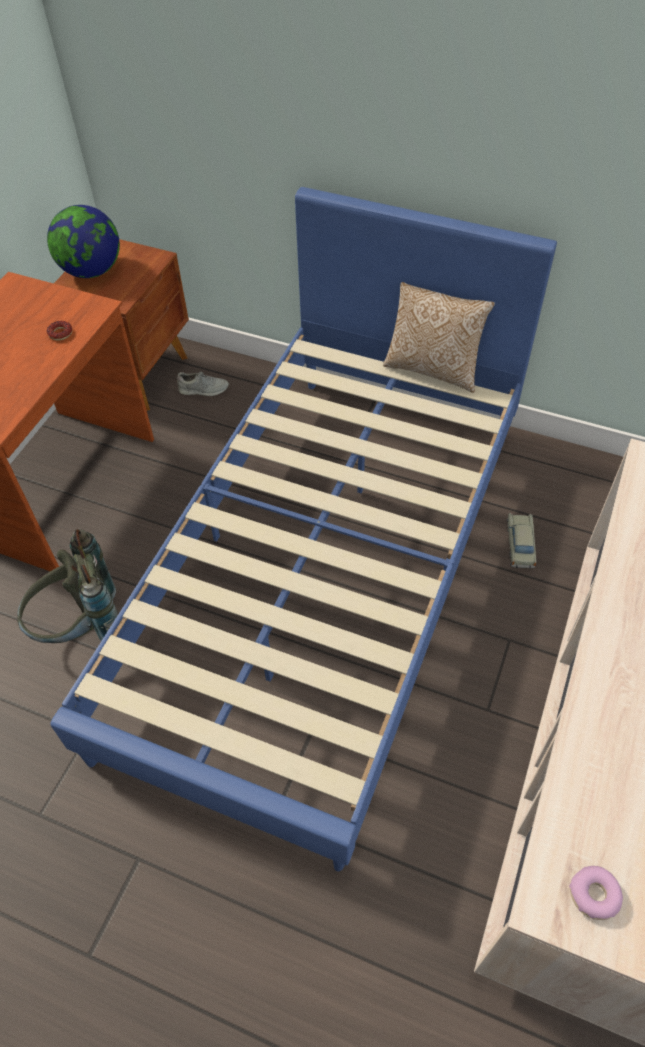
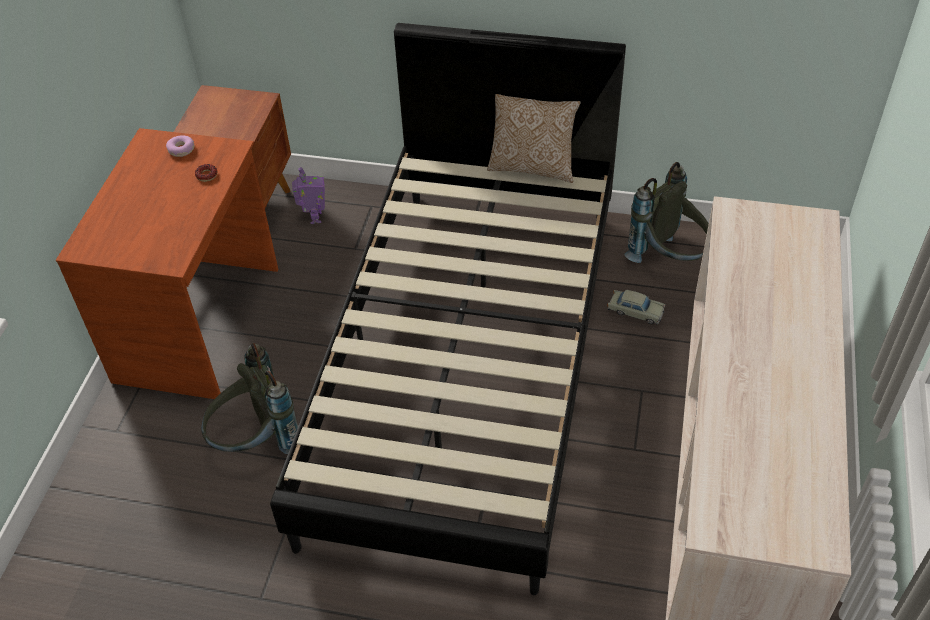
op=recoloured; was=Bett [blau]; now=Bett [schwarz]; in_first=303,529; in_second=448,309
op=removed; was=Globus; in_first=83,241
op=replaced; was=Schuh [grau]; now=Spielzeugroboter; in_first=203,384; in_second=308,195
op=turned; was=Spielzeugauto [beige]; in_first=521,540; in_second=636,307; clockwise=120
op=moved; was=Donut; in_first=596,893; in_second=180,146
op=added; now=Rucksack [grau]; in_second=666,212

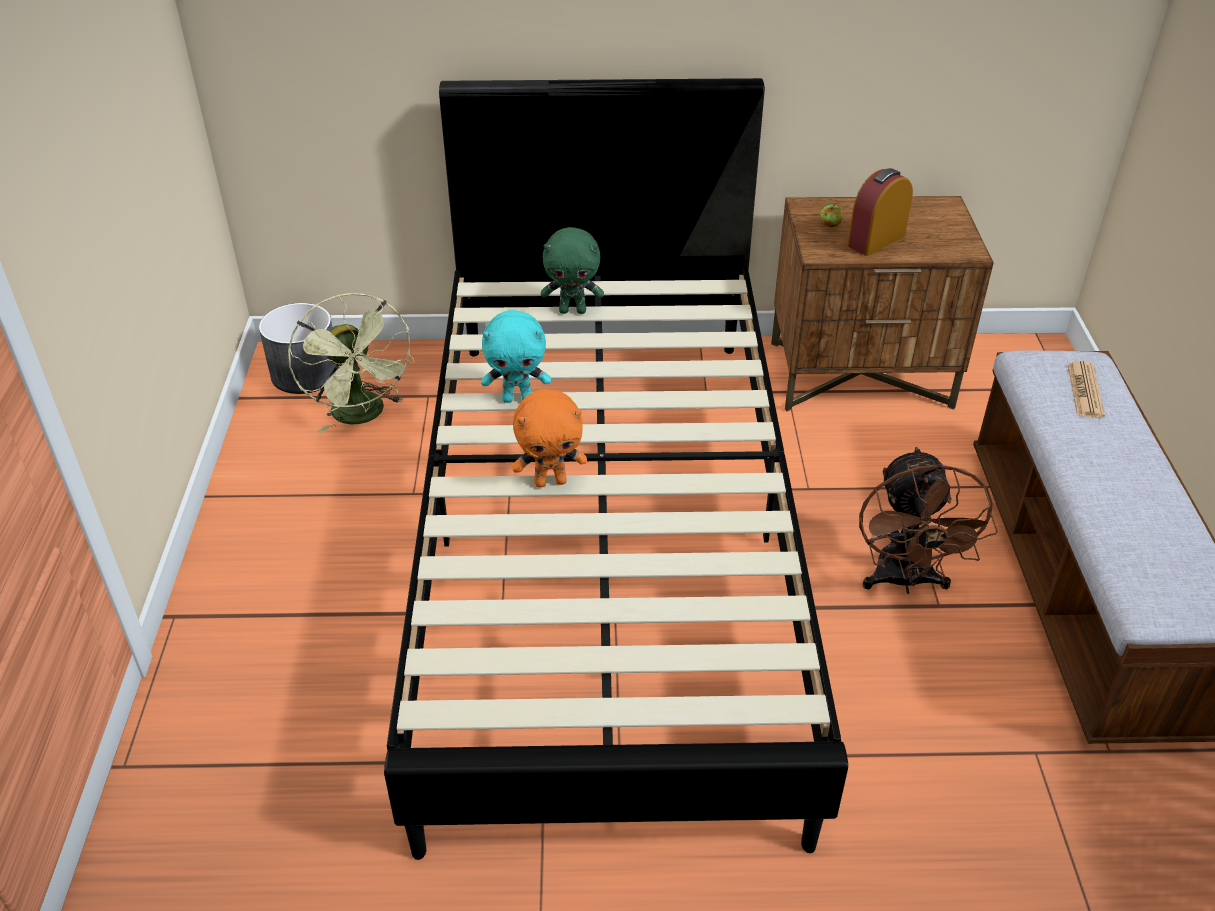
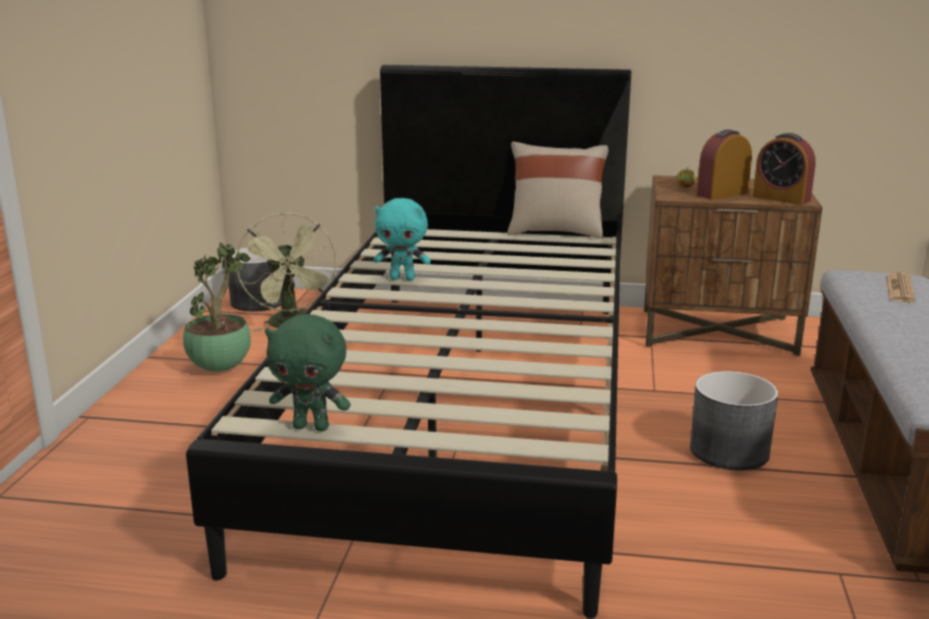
op=moved; was=Plüschtier [grün]; in_first=572,270; in_second=308,372
op=removed; was=Plüschtier [orange]; in_first=549,438
op=replaced; was=Ventilator [braun]; now=Pflanzkübel [grau]; in_first=928,520; in_second=734,420
op=added; now=Wecker; in_second=784,169
op=added; now=Kissen [beige]; in_second=558,190
op=added; now=Topfpflanze; in_second=217,307

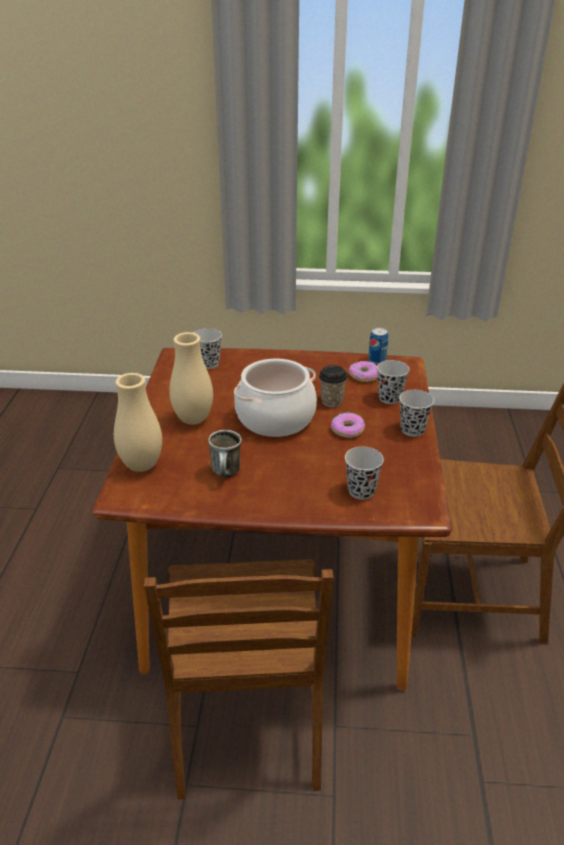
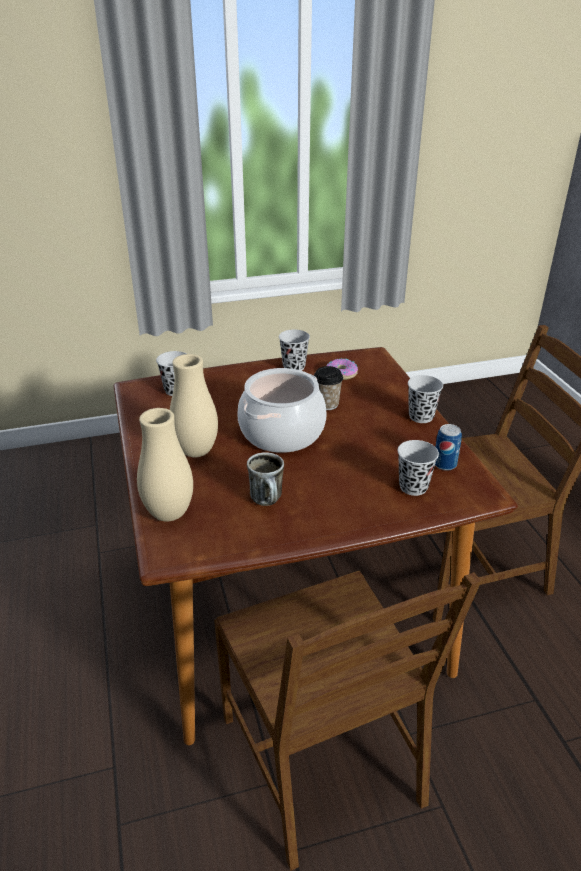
op=moved; was=Dose; in_first=378,346; in_second=448,447
op=moved; was=Tasse [schwarz]; in_first=393,382; in_second=294,350
op=removed; was=Donut; in_first=348,425

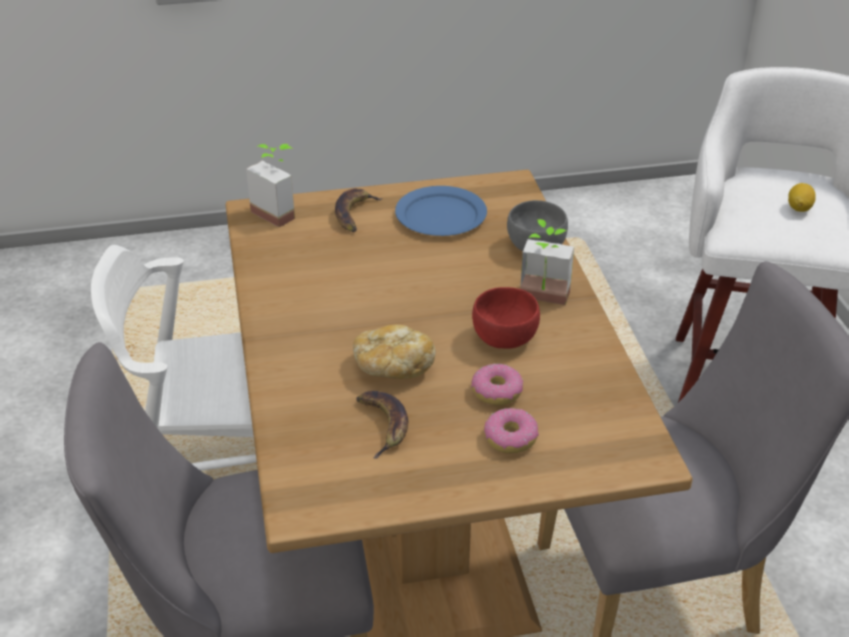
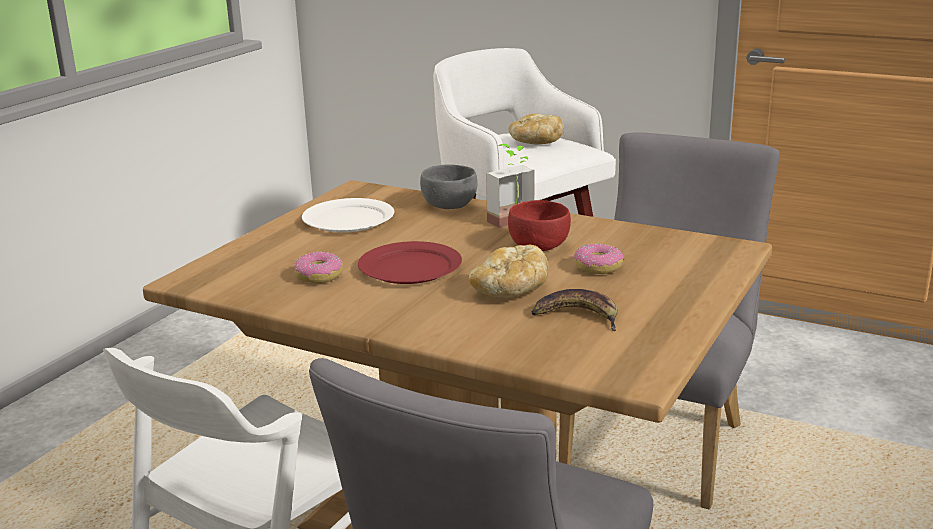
op=removed; was=Topfpflanze; in_first=270,185
op=replaced; was=Zitrone; now=Brot; in_first=802,197; in_second=536,129
op=recoloured; was=Teller [blau]; now=Teller [weiß]; in_first=441,211; in_second=348,215
op=removed; was=Banane; in_first=359,210
op=moved; was=Donut; in_first=511,430; in_second=318,267
op=added; now=Teller [rot]; in_second=410,262

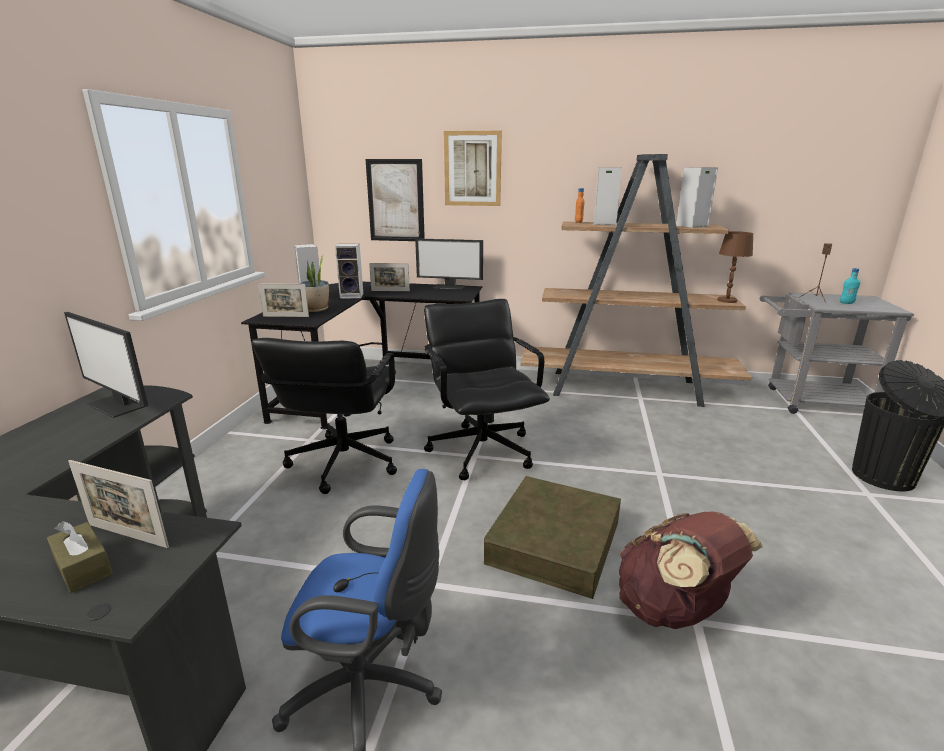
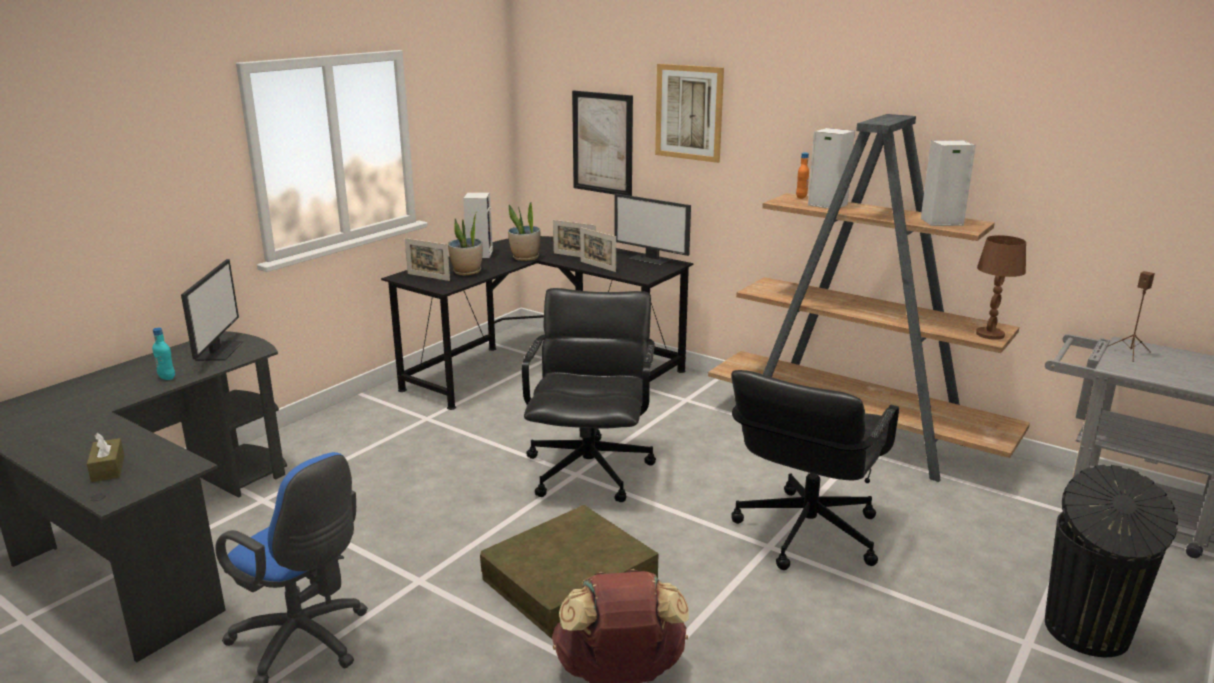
op=replaced; was=Lautsprecher; now=Topfpflanze; in_first=349,271; in_second=524,231
op=moved; was=Flasche [türkis]; in_first=850,286; in_second=163,353
op=turned; was=Monitor; in_first=106,365; in_second=212,310; clockwise=-150
op=moved; was=Bürostuhl [schwarz]; in_first=324,416; in_second=815,470
op=moved; was=Bilderrahmen; in_first=118,504; in_second=598,249

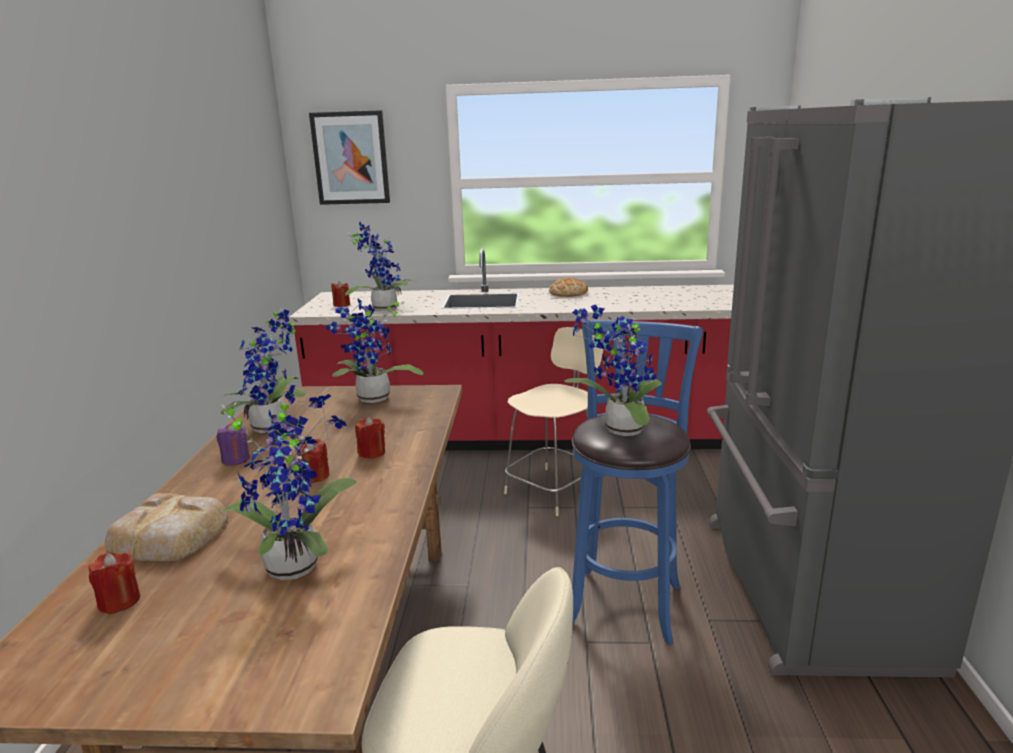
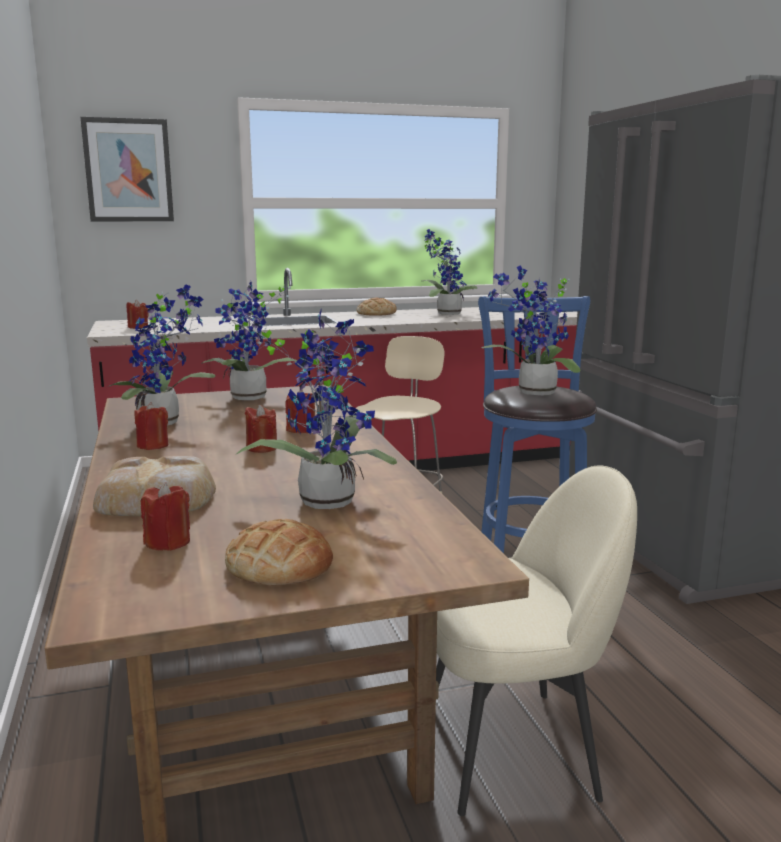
op=moved; was=Topfpflanze; in_first=380,266; in_second=450,272
op=recoloured; was=Kerze [lila]; now=Kerze [rot]; in_first=233,445; in_second=151,426
op=added; now=Brot; in_second=279,552

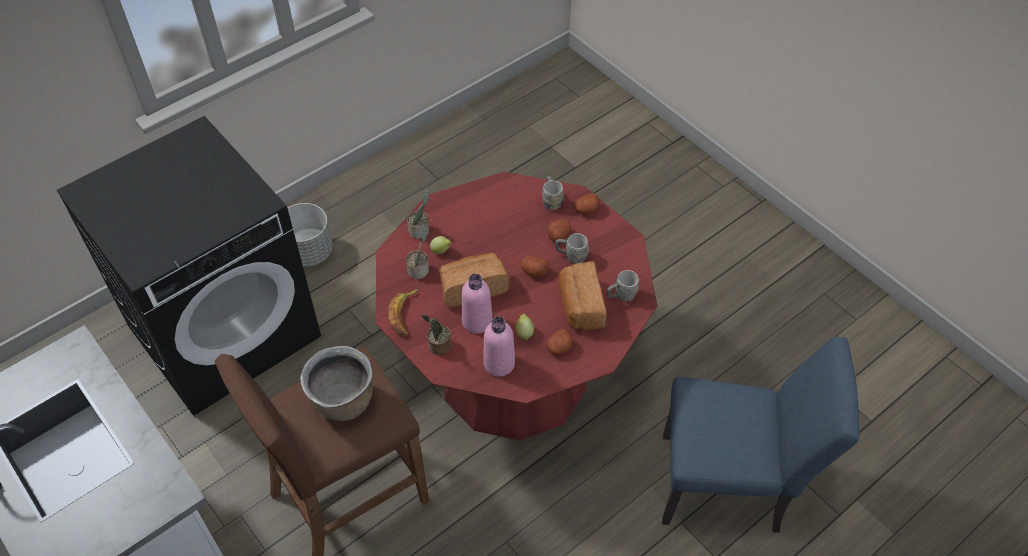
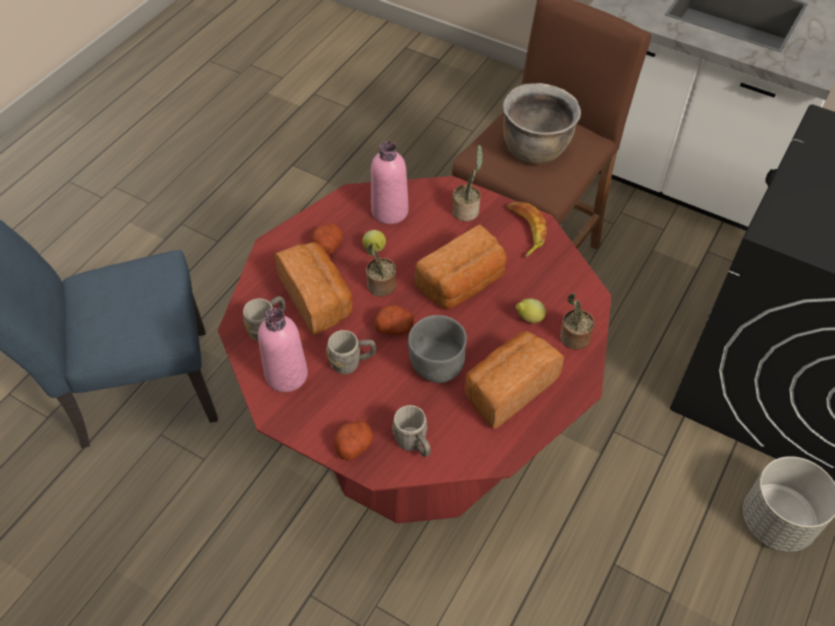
op=removed; was=Kartoffel; in_first=559,231
op=moved; was=Topfpflanze; in_first=417,251; in_second=381,270
op=moved; was=Flasche [rosa]; in_first=477,304; in_second=283,350
op=added; now=Schüssel [grau]; in_second=437,349
op=added; now=Brot; in_second=514,380

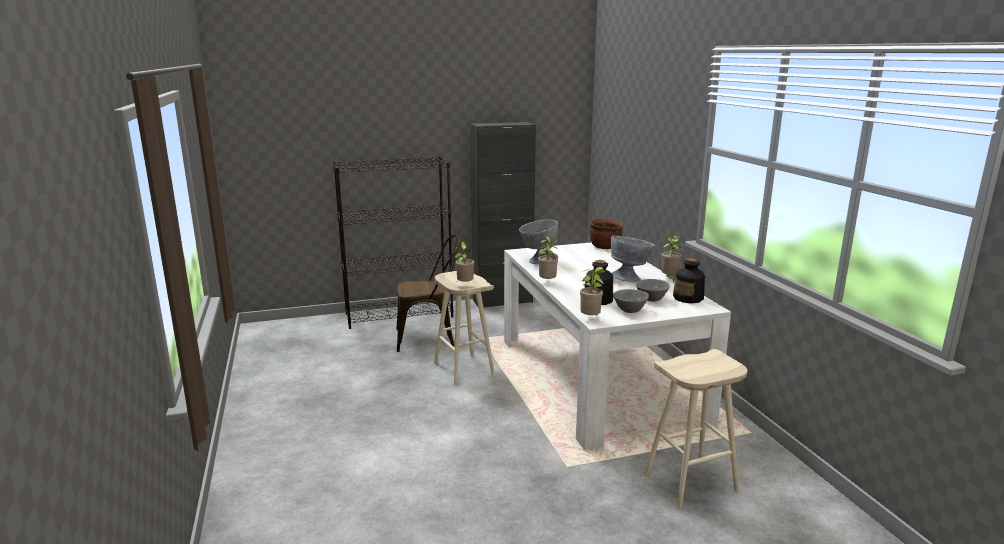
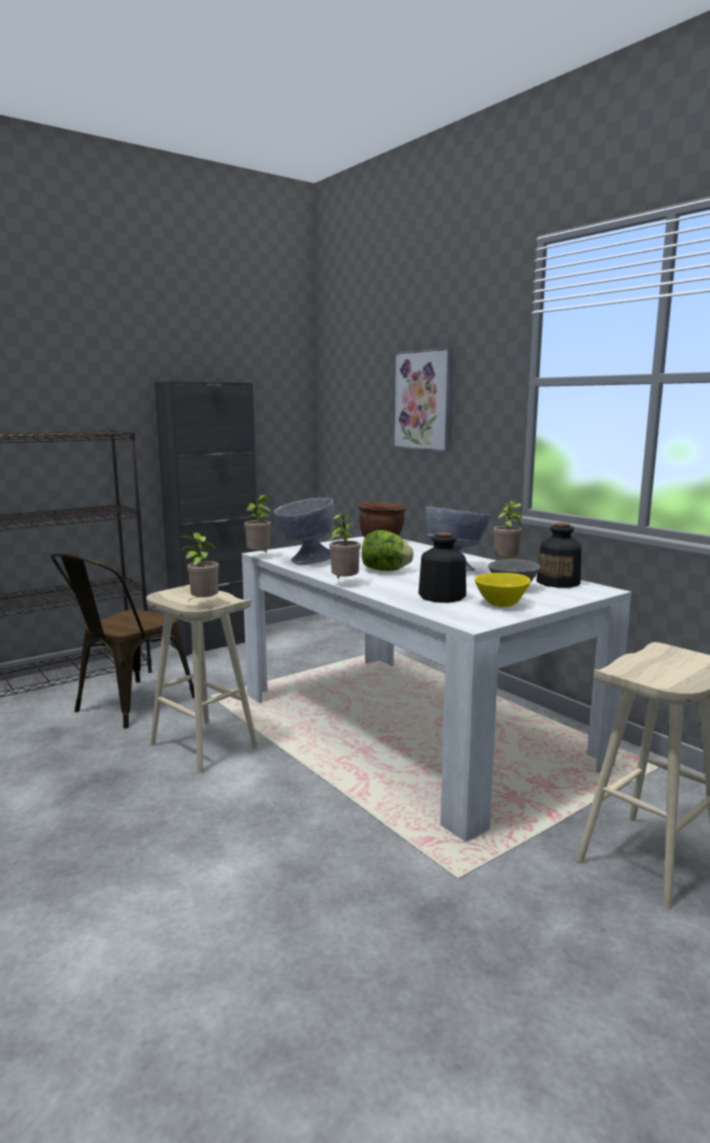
op=turned; was=Stuhl [braun]; in_first=428,293; in_second=122,641; clockwise=150
op=moved; was=Topfpflanze; in_first=593,291; in_second=258,524
op=recoloured; was=Schüssel [grau]; now=Schüssel [gelb]; in_first=631,301; in_second=502,590
op=added; now=Bild; in_second=423,399
op=added; now=Salatkopf; in_second=388,550

